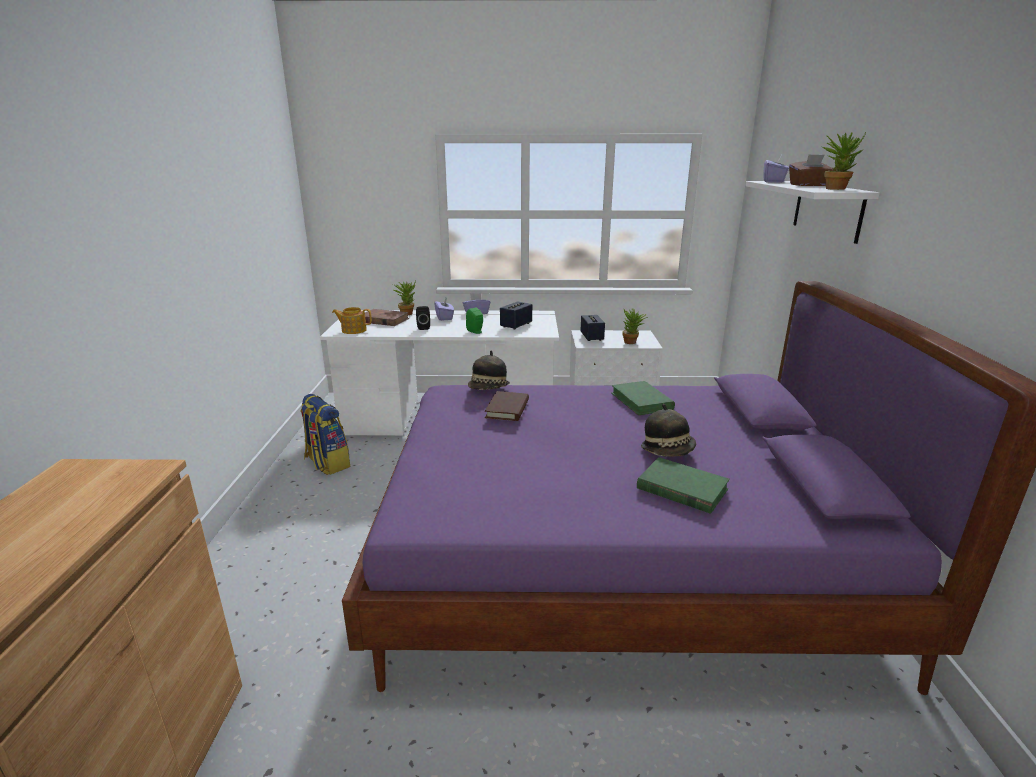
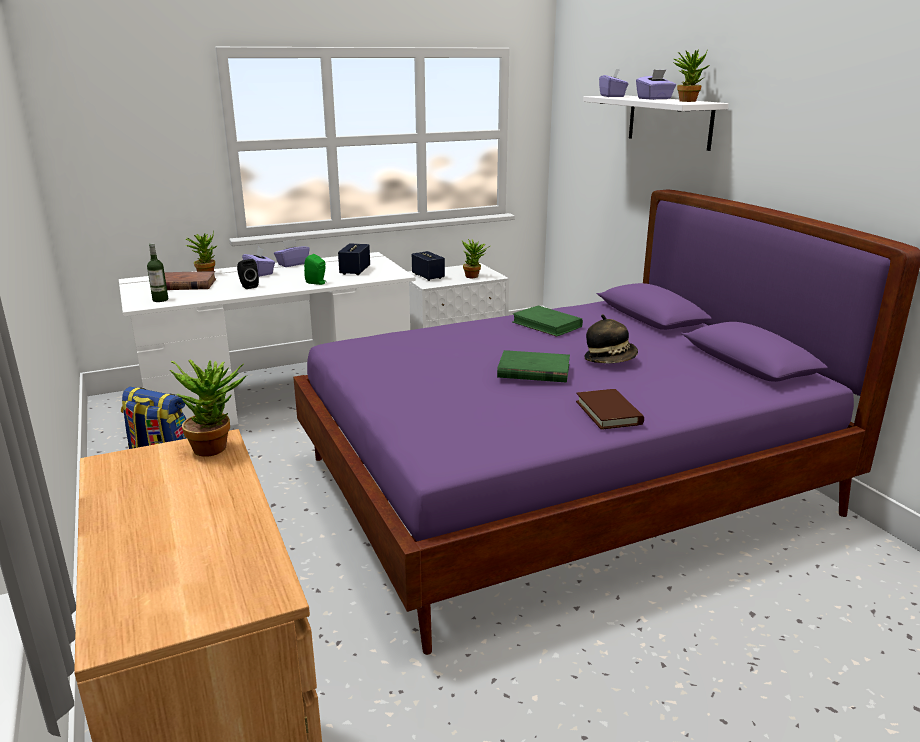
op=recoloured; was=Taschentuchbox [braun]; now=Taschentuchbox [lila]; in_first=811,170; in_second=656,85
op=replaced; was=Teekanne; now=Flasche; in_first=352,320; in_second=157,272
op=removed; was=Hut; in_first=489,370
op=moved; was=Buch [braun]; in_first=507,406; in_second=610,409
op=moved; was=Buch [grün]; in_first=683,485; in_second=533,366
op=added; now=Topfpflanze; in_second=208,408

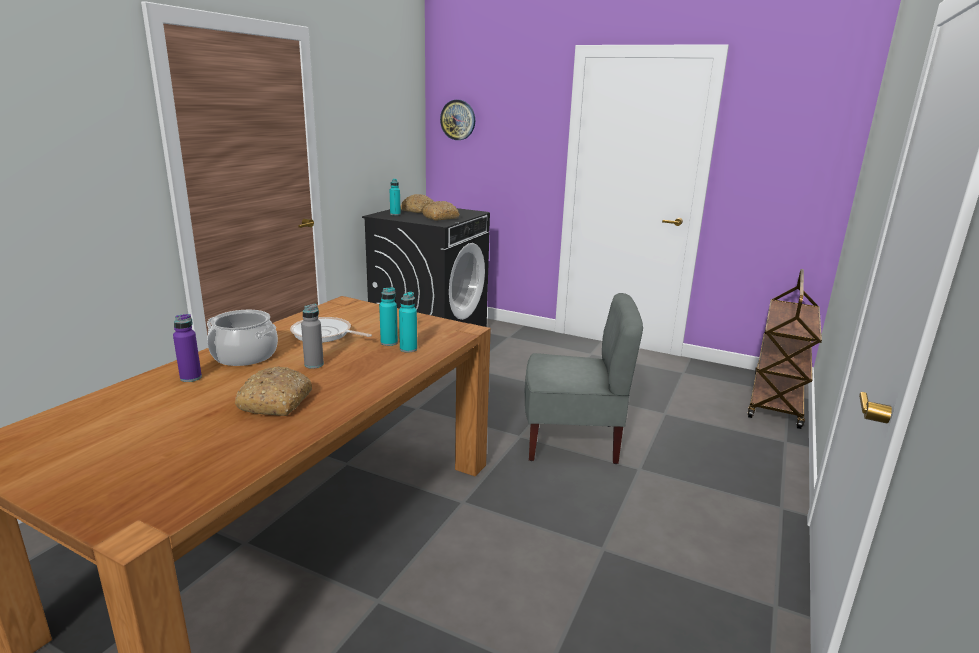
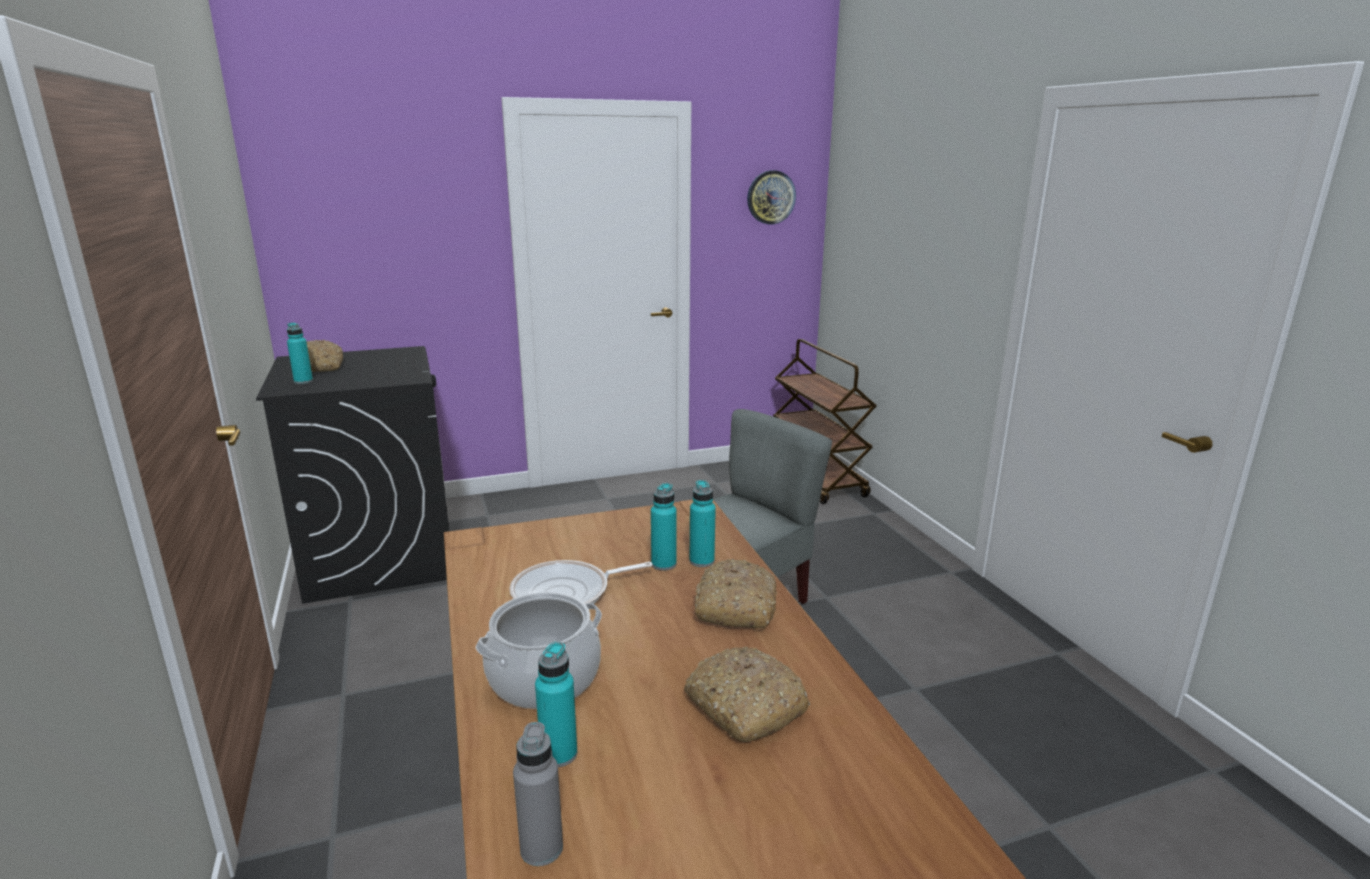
op=moved; was=Wanduhr; in_first=457,120; in_second=771,197
op=moved; was=Brot; in_first=441,211; in_second=736,594
op=moved; was=Flasche [grau]; in_first=312,336; in_second=538,794
op=recoloured; was=Flasche [lila]; now=Flasche [türkis]; in_first=187,348; in_second=556,704

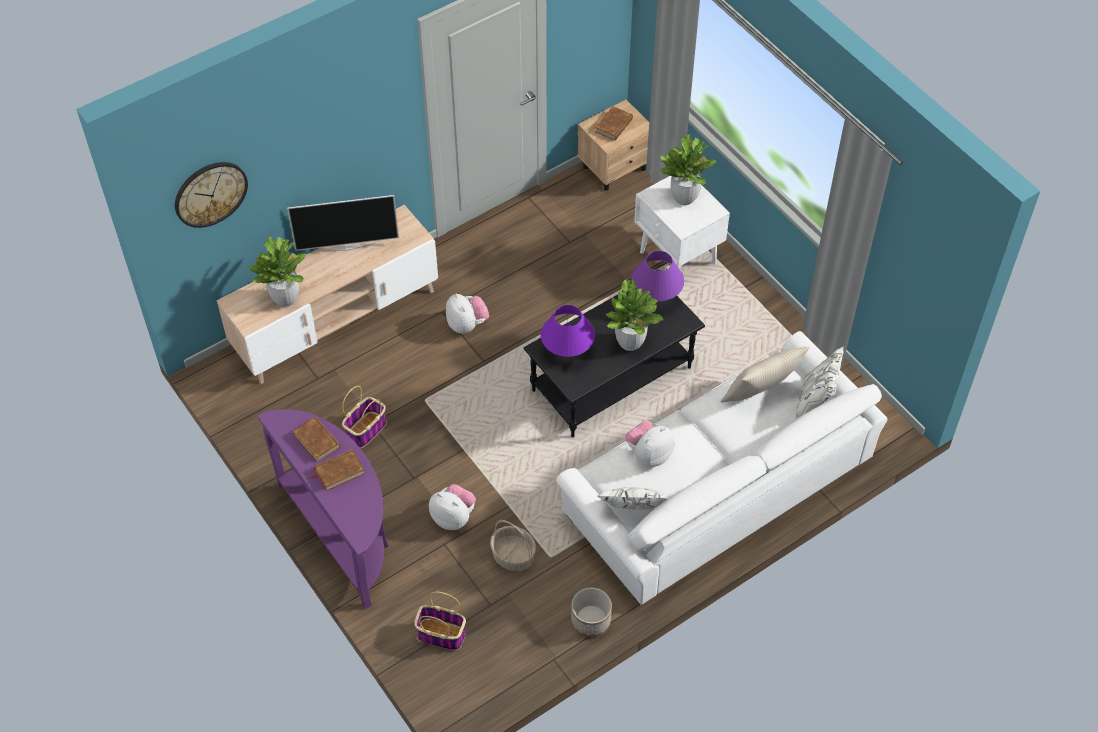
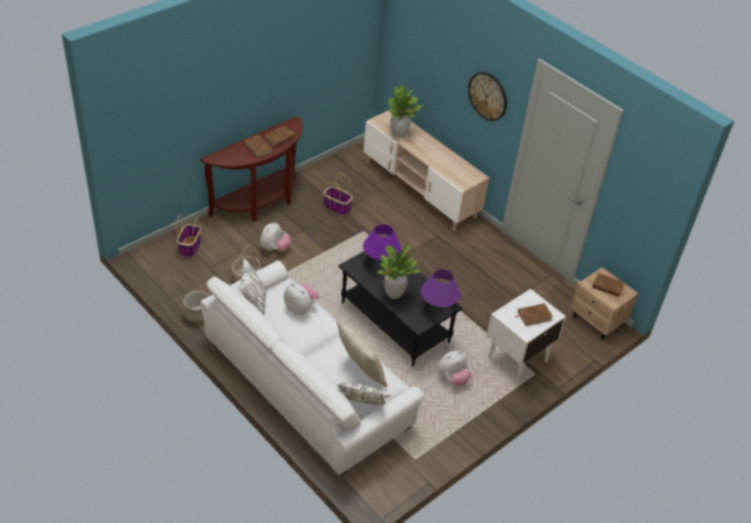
op=replaced; was=Topfpflanze; now=Buch [braun]; in_first=688,169; in_second=534,314
op=moved; was=Wanduhr; in_first=211,195; in_second=487,96
op=removed; was=Fernseher; in_first=343,223
op=moved; was=Plüschtier; in_first=467,314; in_second=455,368
op=recoloured; was=Konsolentisch [lila]; now=Konsolentisch [braun]; in_first=323,509; in_second=251,169

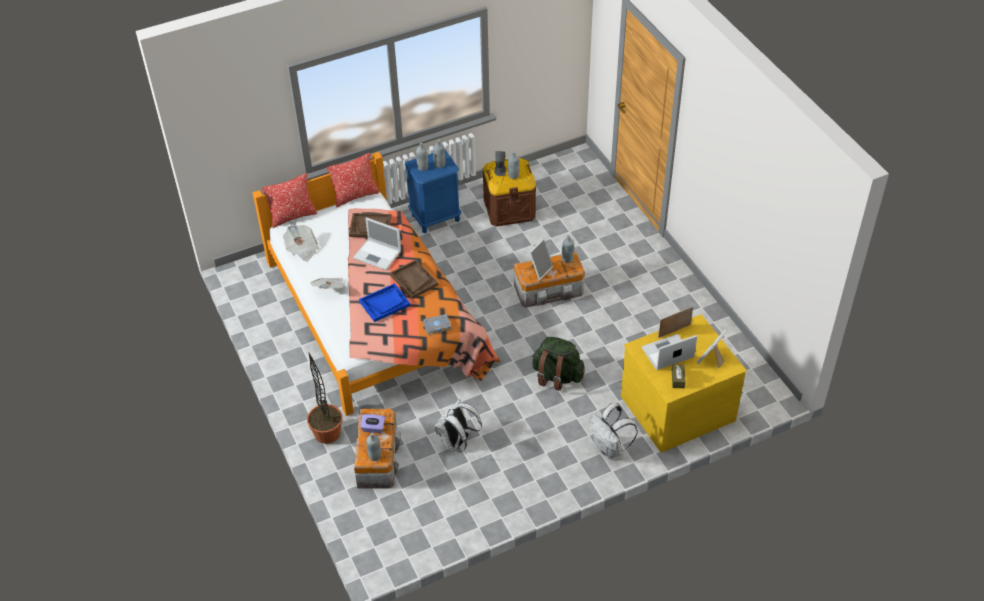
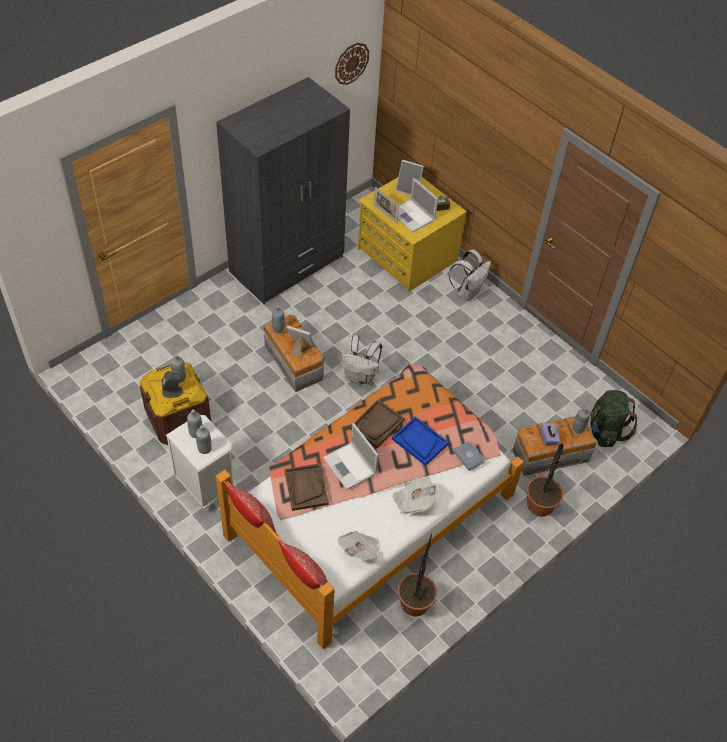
op=recoloured; was=Nachttisch [blau]; now=Nachttisch [weiß]; in_first=432,191; in_second=201,463
op=turned; was=Laptop; in_first=377,243; in_second=351,456; clockwise=135
op=moved; was=Buch [grau]; in_first=437,324; in_second=469,456
op=moved; was=Rucksack [grün]; in_first=558,364; in_second=613,418
op=moved; was=Rucksack [weiß]; in_first=458,425; in_second=361,360
op=added; now=Wanduhr; in_second=352,64
op=added; now=Kleiderschrank [grau]; in_second=283,190
op=added; now=Topfpflanze; in_second=417,574

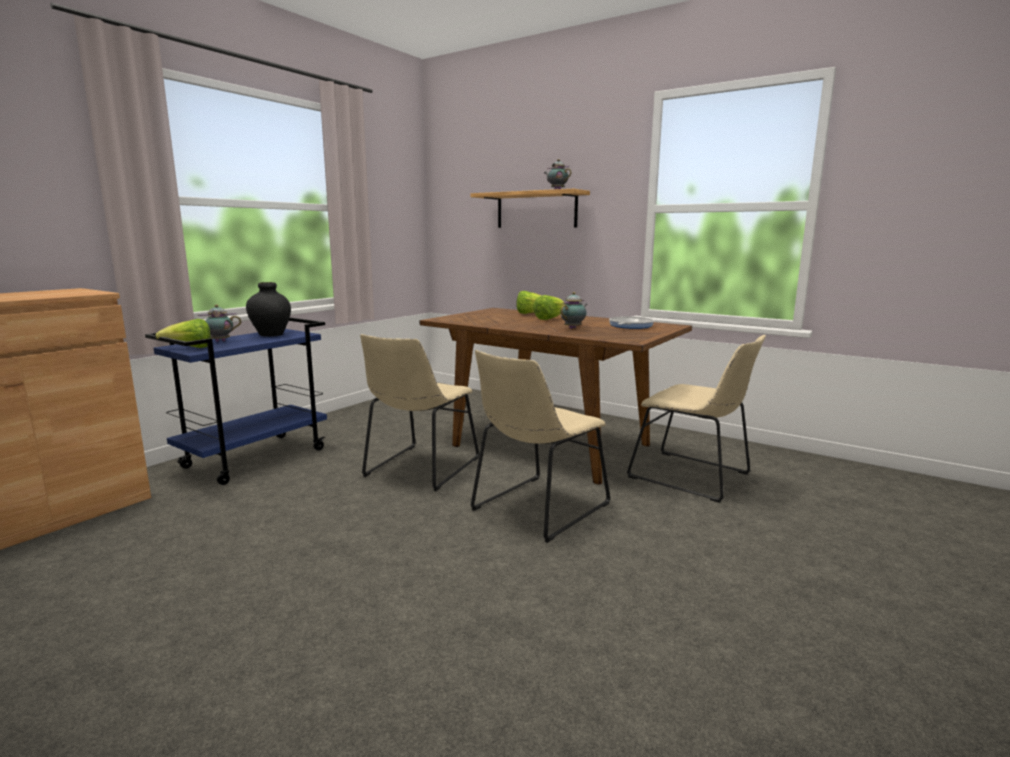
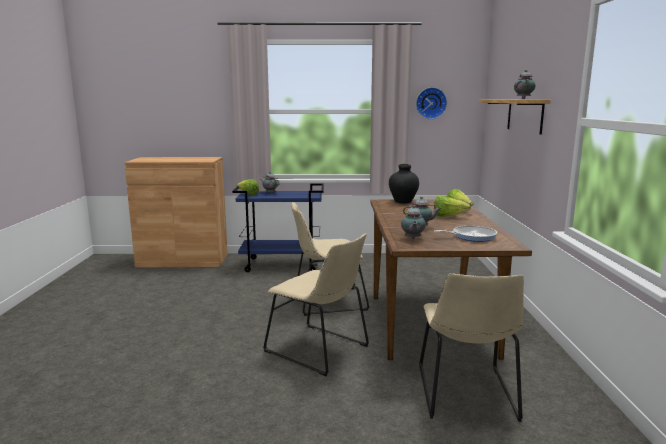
op=moved; was=Vase [schwarz]; in_first=268,309; in_second=404,184
op=turned; was=Stuhl [beige]; in_first=540,446; in_second=316,304; clockwise=-150
op=added; now=Wanduhr; in_second=431,103
op=added; now=Teekanne; in_second=413,222

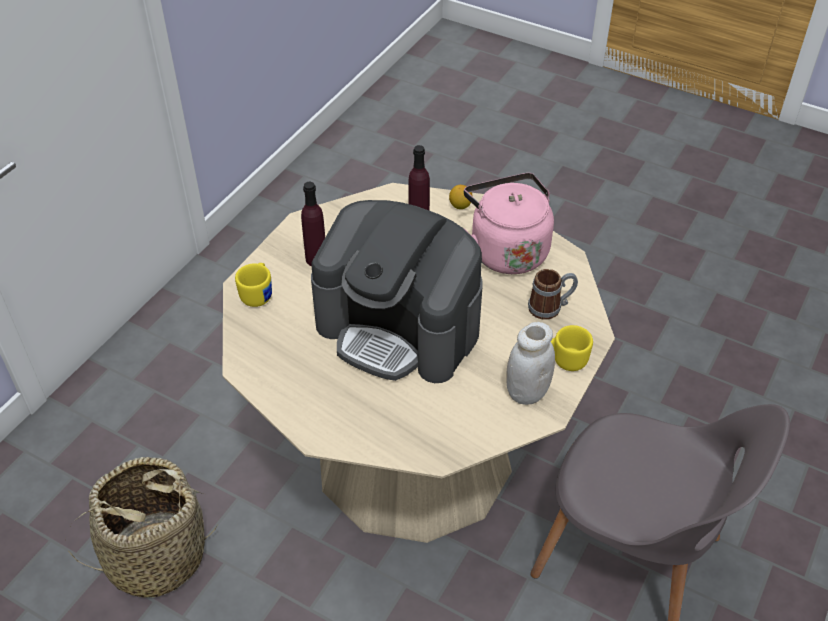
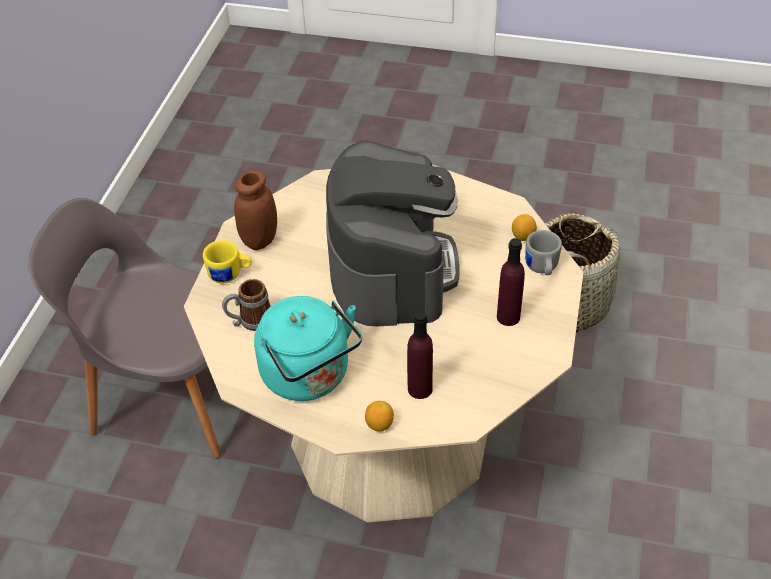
op=recoloured; was=Wasserkessel [rosa]; now=Wasserkessel [türkis]; in_first=509,223; in_second=308,348
op=turned; was=Kaffeemaschine; in_first=396,291; in_second=393,233; clockwise=75
op=recoloured; was=Henkelbecher [gelb]; now=Henkelbecher [grau]; in_first=253,285; in_second=543,252
op=recoloured; was=Vorratsglas [weiß]; now=Vorratsglas [braun]; in_first=530,363; in_second=255,210
op=added; now=Zitrone; in_second=524,227

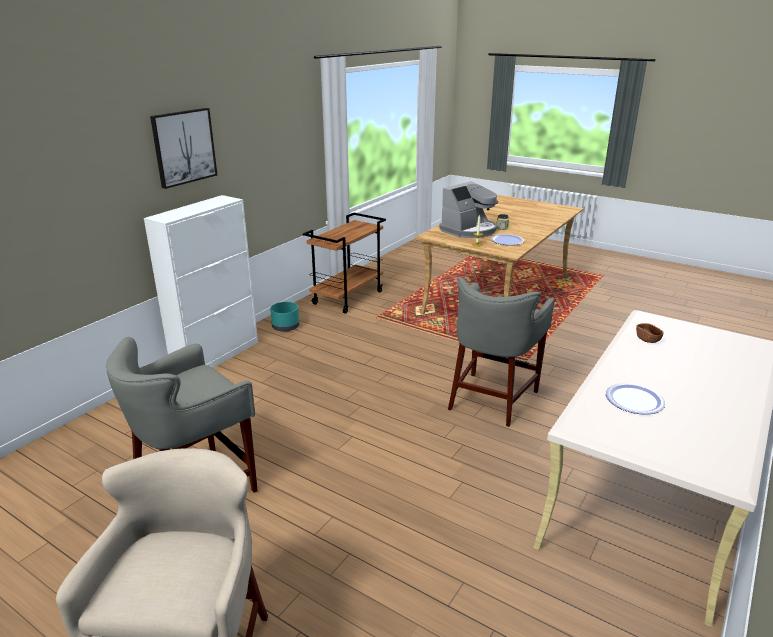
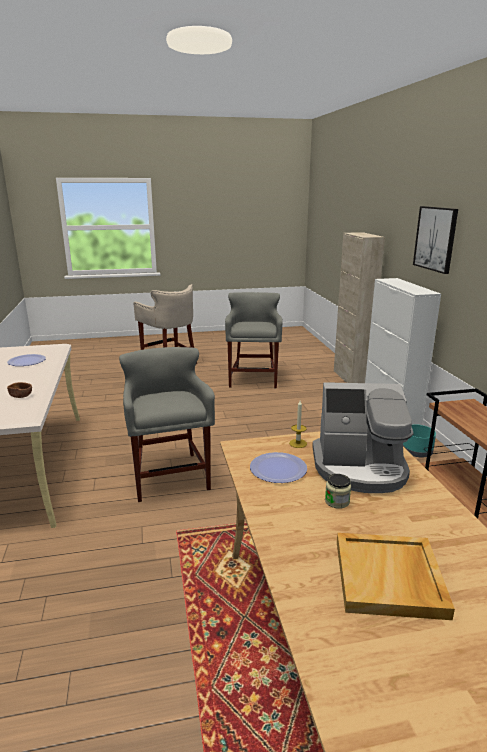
op=turned; was=Kaffeemaschine; in_first=468,209; in_second=362,437; clockwise=-90
op=added; now=Schrank [beige]; in_second=359,307
op=added; now=Tablett [beige]; in_second=396,576

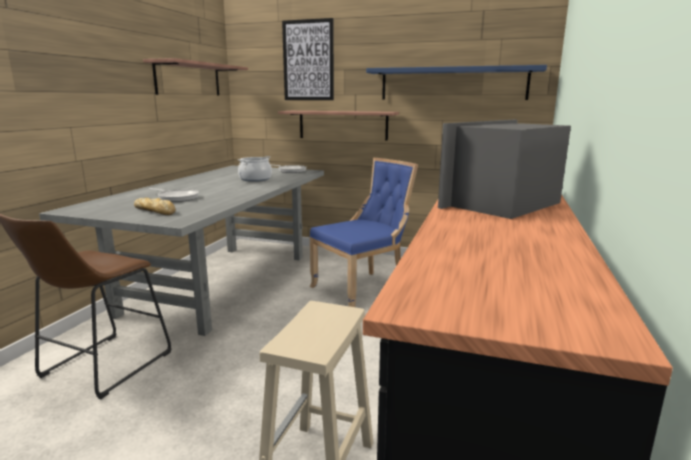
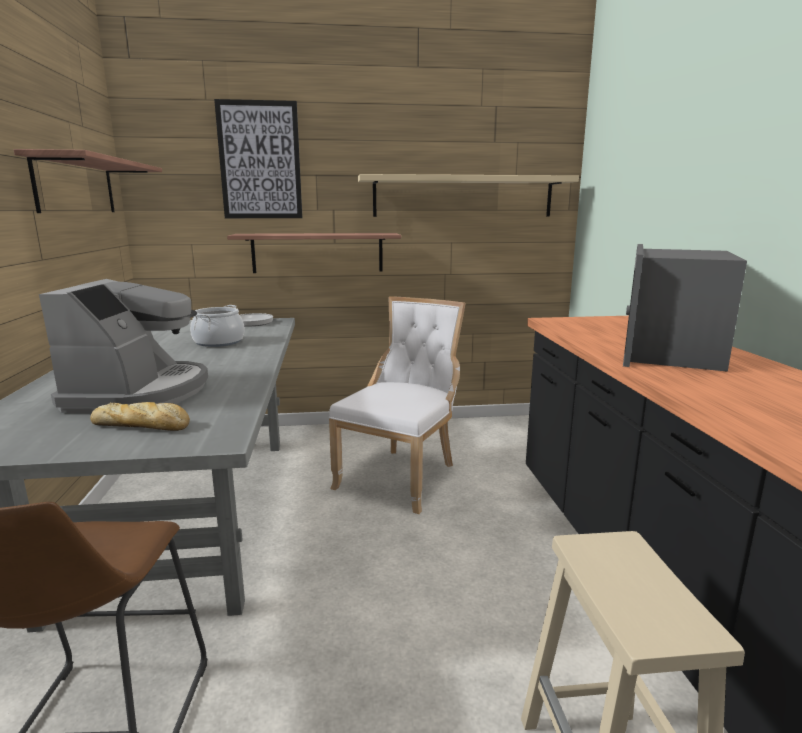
op=recoloured; was=Wandregal [blau]; now=Wandregal [beige]; in_first=456,82; in_second=468,195
op=recoloured; was=Stuhl [blau]; now=Stuhl [weiß]; in_first=364,232; in_second=397,405
op=replaced; was=Pfanne; now=Kaffeemaschine; in_first=174,195; in_second=123,346

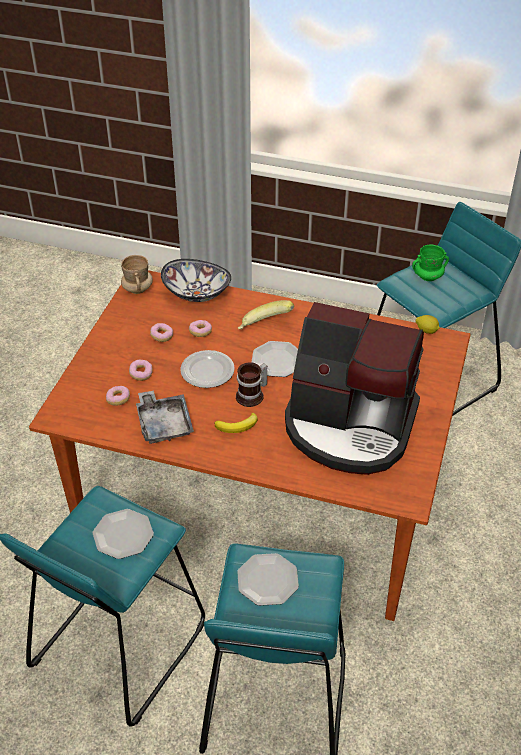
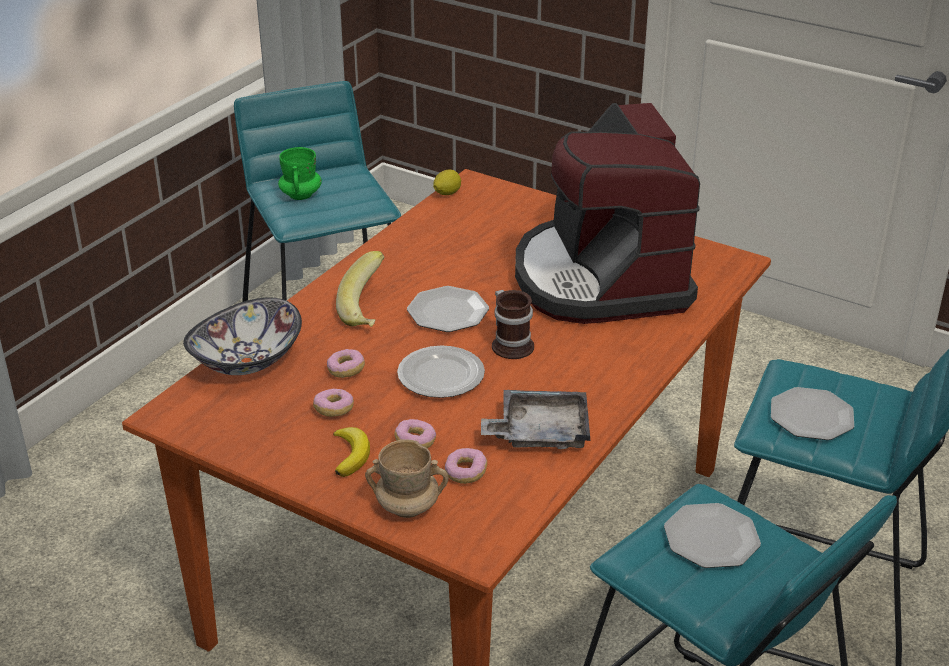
op=moved; was=Henkelbecher [beige]; in_first=137,274; in_second=407,478
op=turned; was=Kaffeemaschine; in_first=354,388; in_second=607,213; clockwise=135
op=moved; was=Banane; in_first=236,423; in_second=351,452

